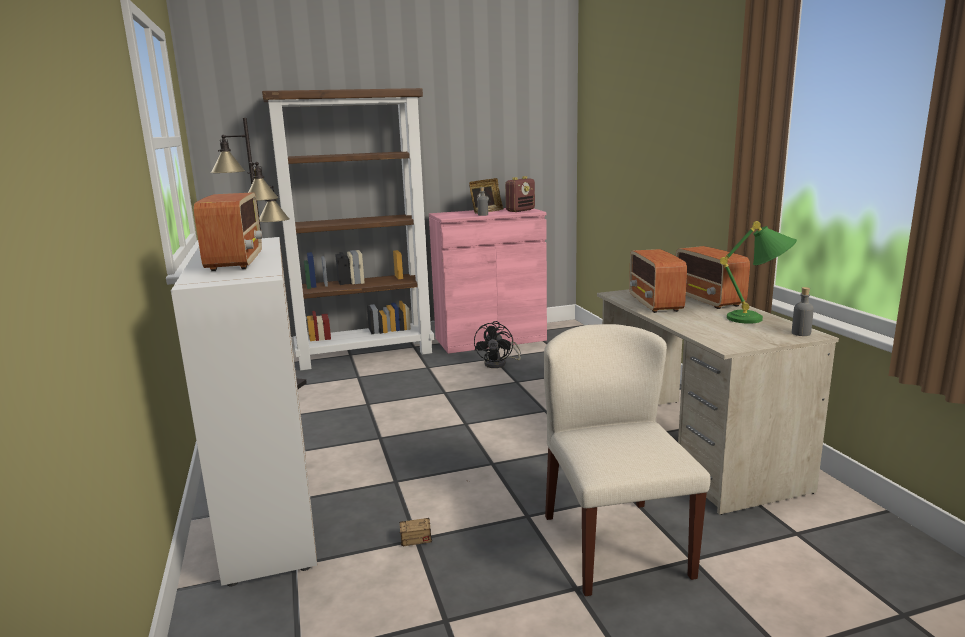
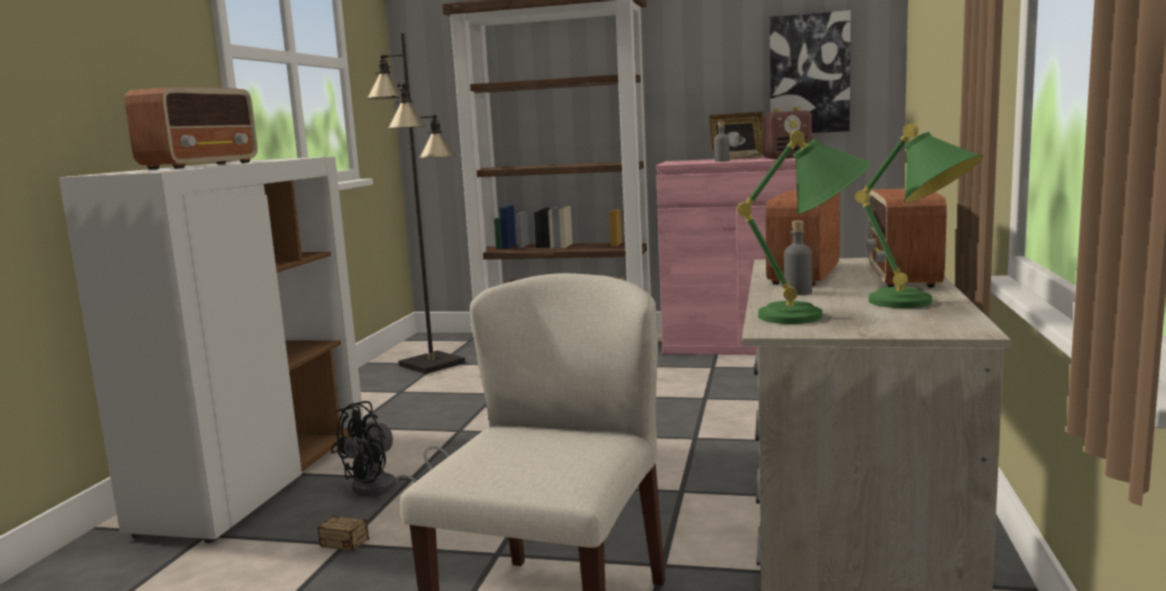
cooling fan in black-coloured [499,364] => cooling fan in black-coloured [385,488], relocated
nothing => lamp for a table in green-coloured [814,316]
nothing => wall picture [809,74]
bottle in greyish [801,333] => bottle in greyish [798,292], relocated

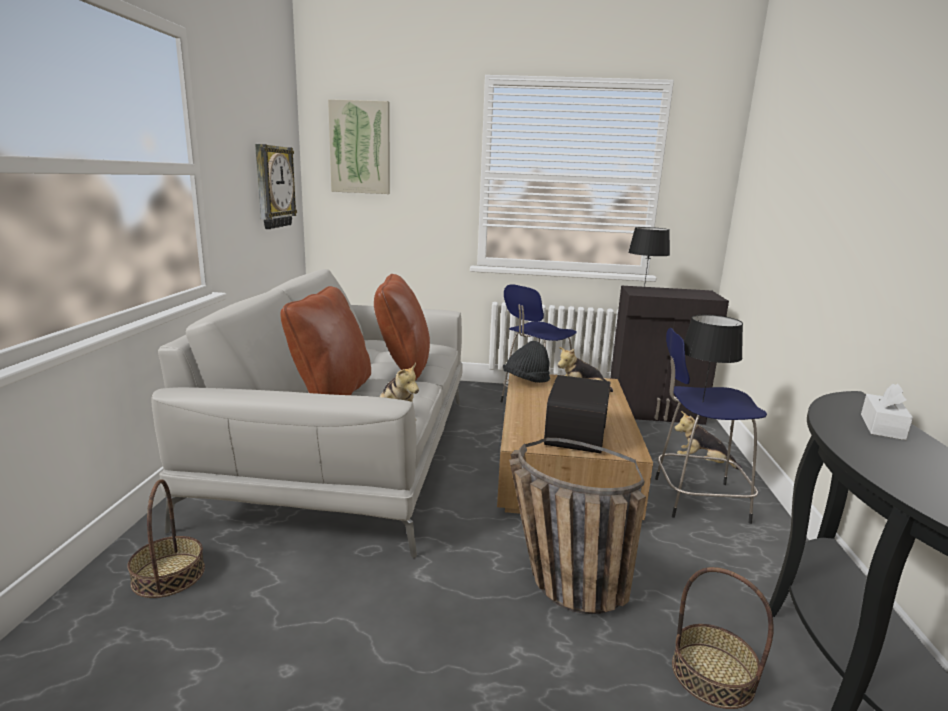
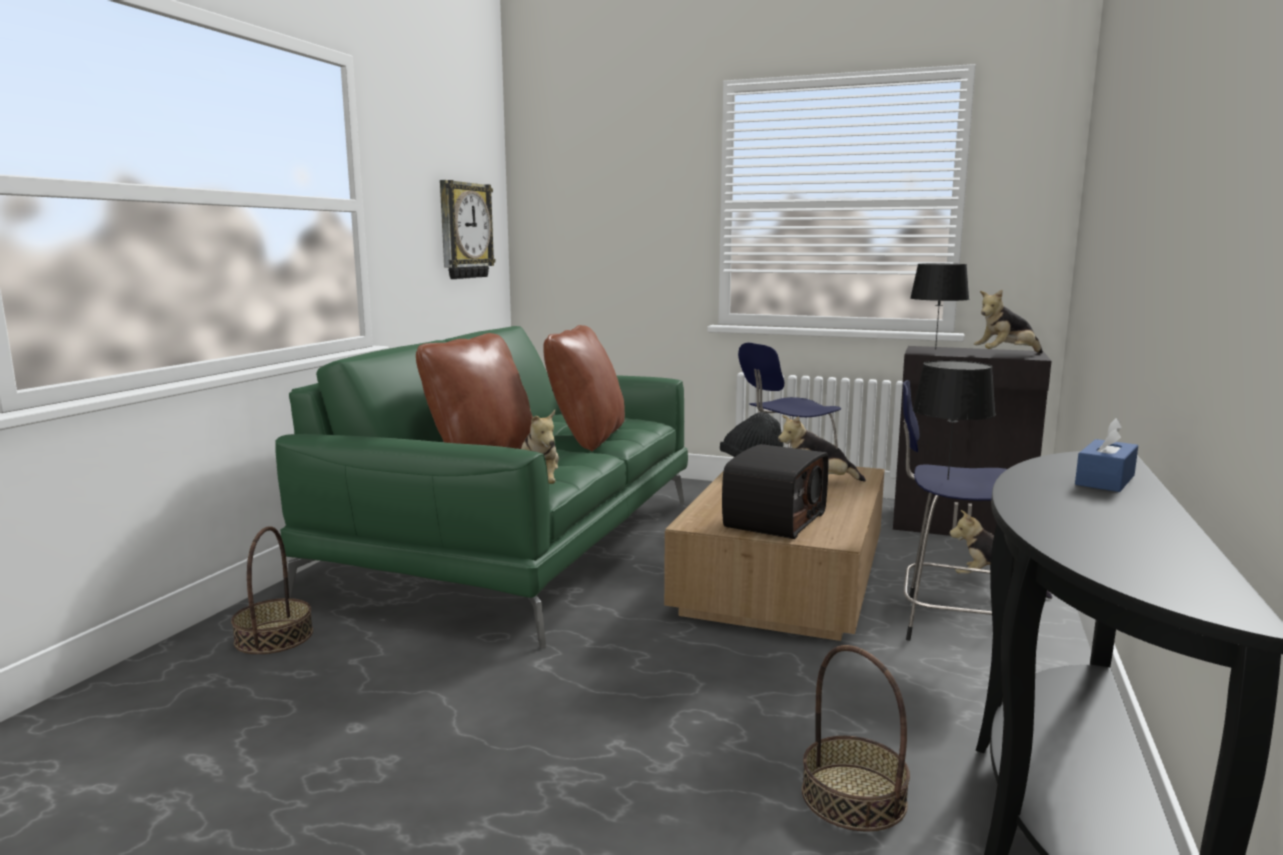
sofa in greyish [349,452] => sofa in green-coloured [519,544]
nothing => plush toy [1006,355]
tissue box in white [882,427] => tissue box in bluish [1105,480]
wall picture [360,147] => nothing
basket [557,583] => nothing

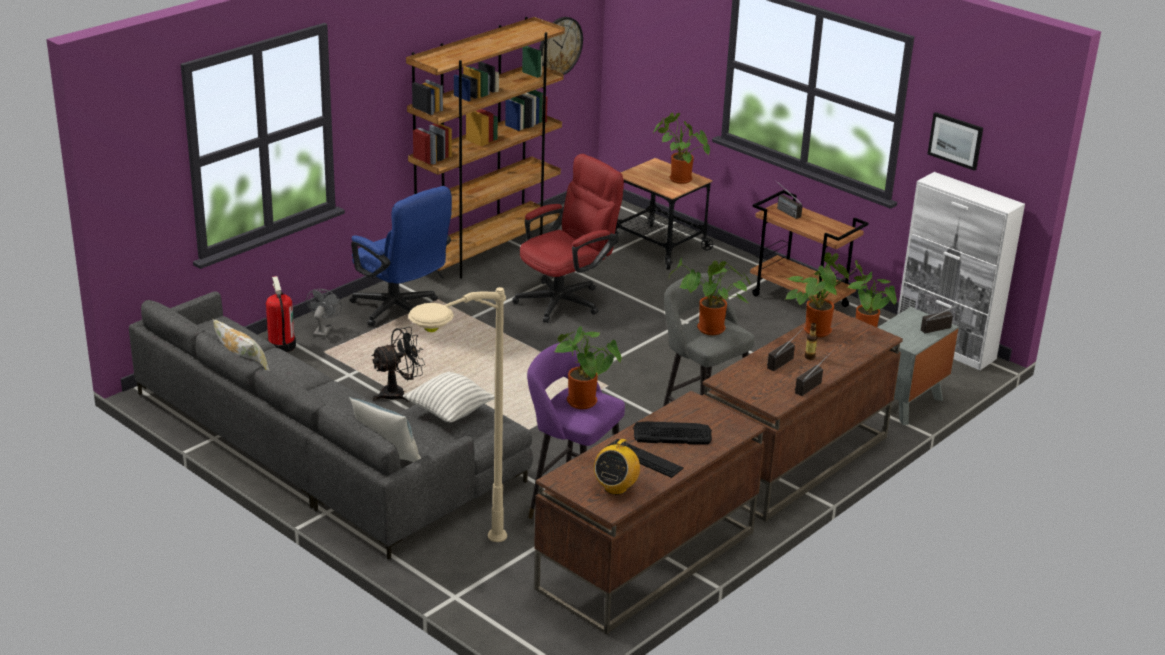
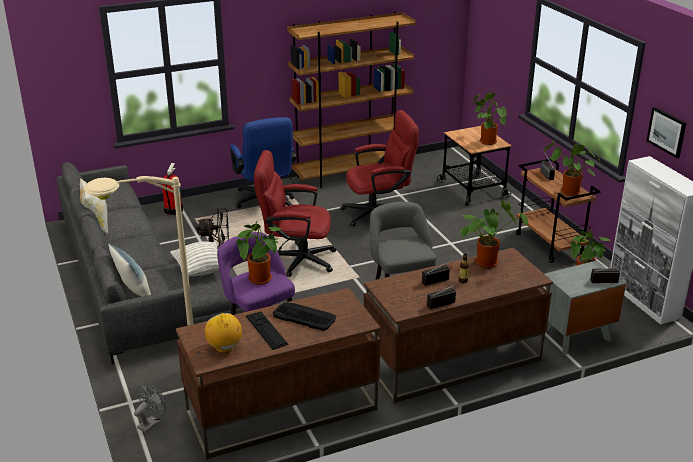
cooling fan in greyish [323,330] => cooling fan in greyish [151,423], relocated
radio [615,488] => radio [225,347], 105 degrees clockwise
nothing => office chair in reddish [295,259]
houseplant [708,330] => houseplant [568,192], relocated
clock on the wall [560,46] => nothing

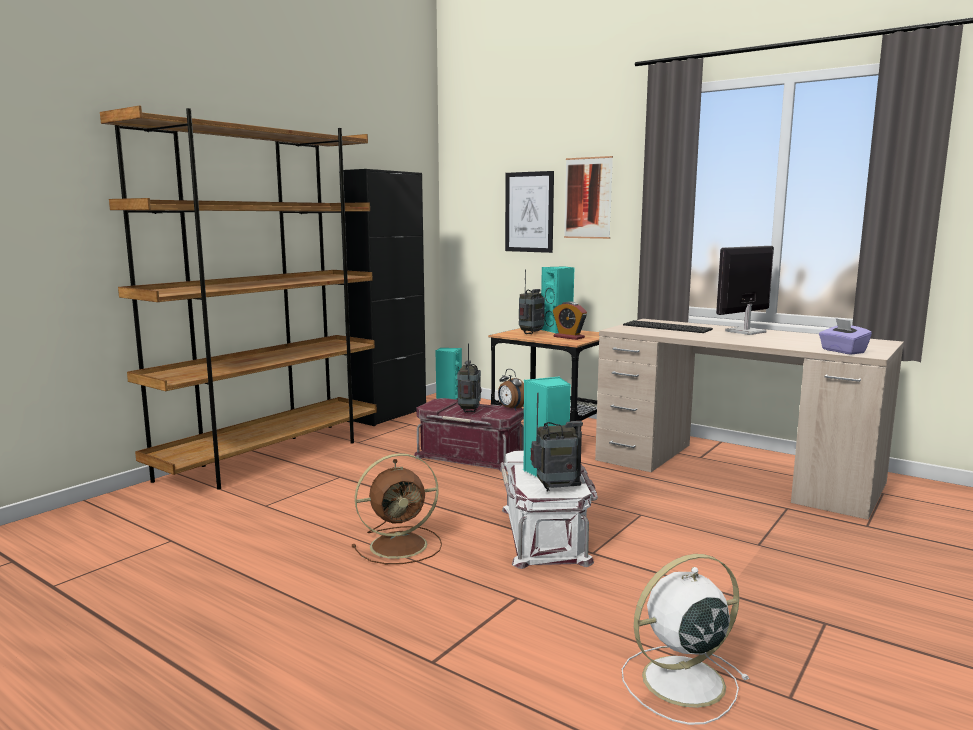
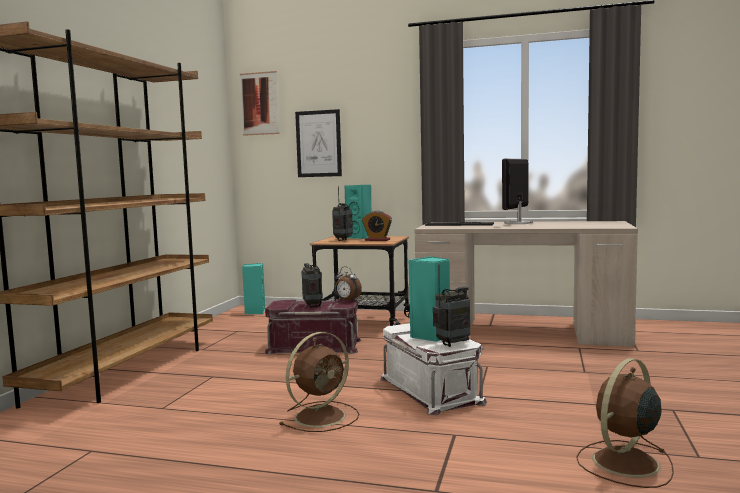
wall picture [588,198] => wall picture [259,103], relocated
cooling fan in white [680,682] => cooling fan in brownish [624,463]
cupboard in black-coloured [388,414] => nothing
tissue box in purple-coloured [842,351] => nothing

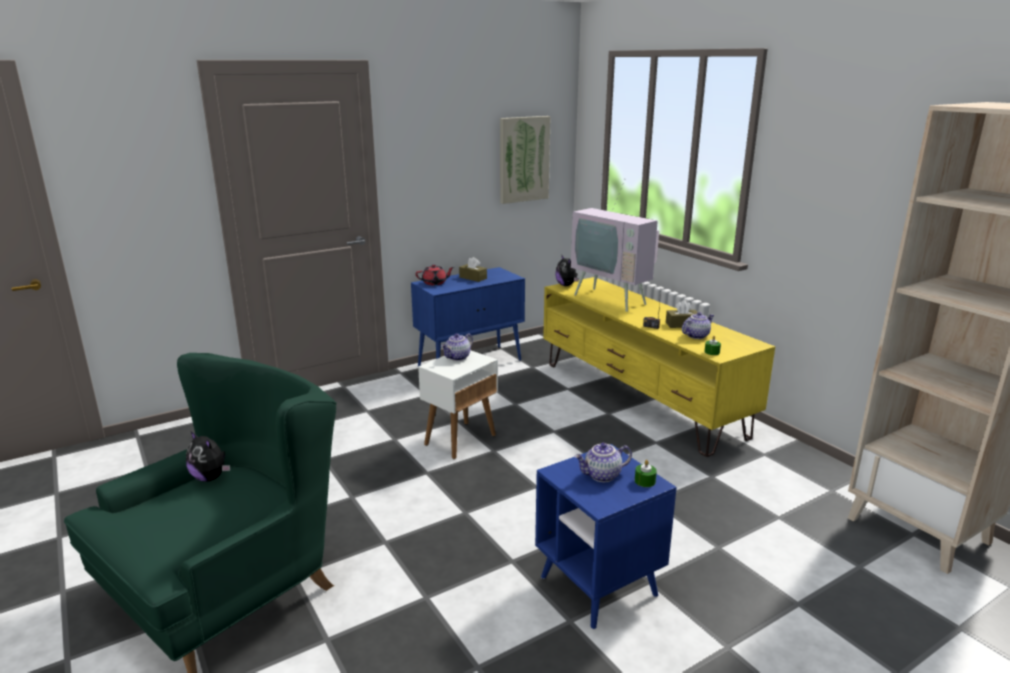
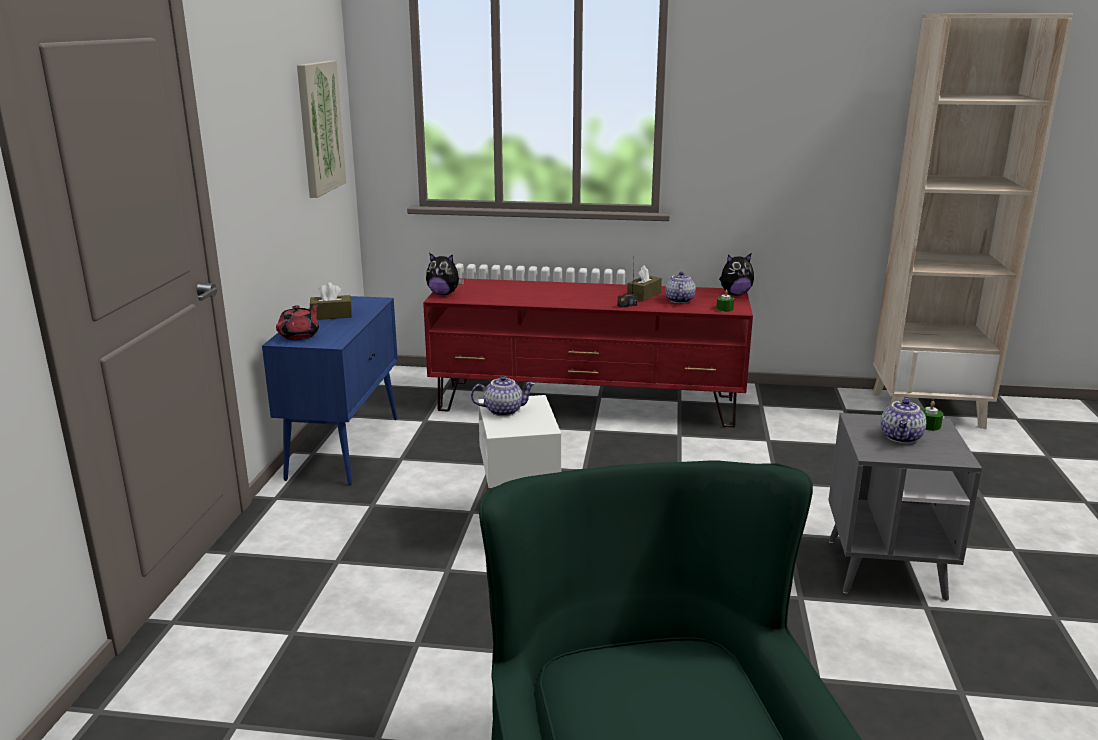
tv stand in yellowish [640,398] => tv stand in reddish [588,404]
teapot [458,357] => teapot [503,410], 90 degrees counterclockwise
plush toy [210,477] => plush toy [735,294], relocated
end table in bluish [598,586] => end table in greyish [885,569]
television [614,298] => nothing

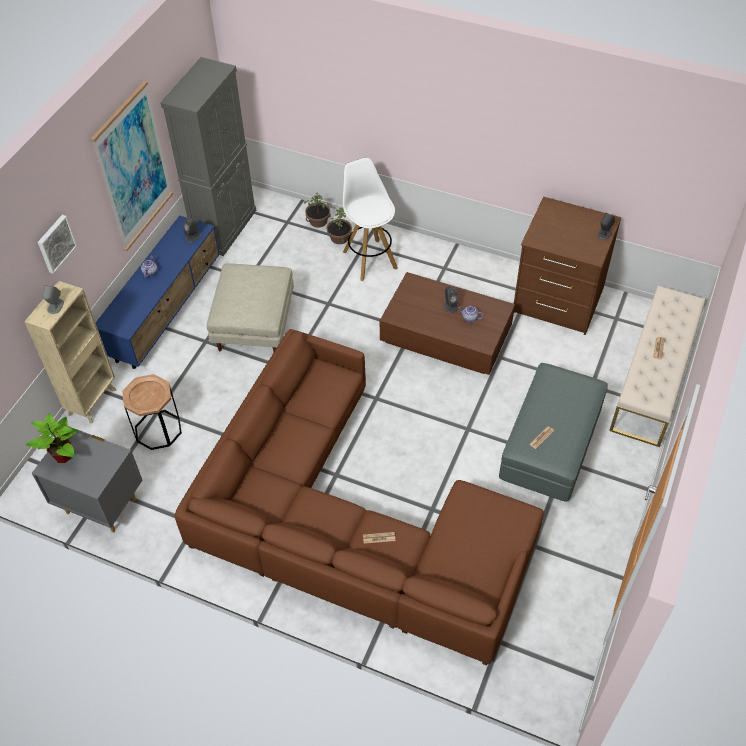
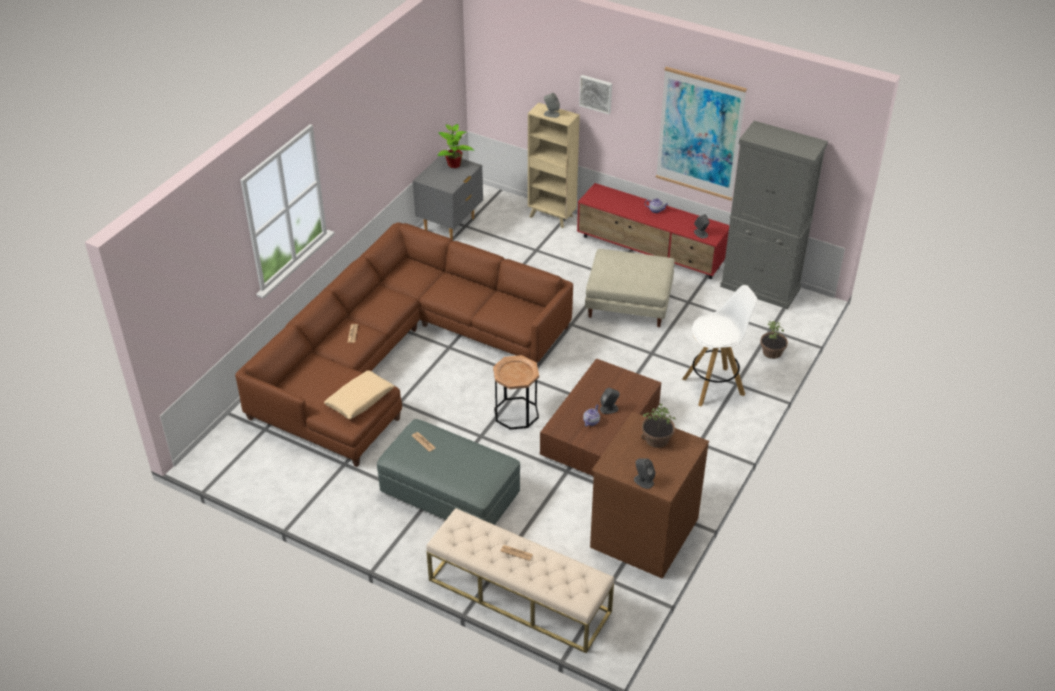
nothing => cushion in beige [360,400]
end table in brownish [158,430] => end table in brownish [516,413], relocated
tv stand in bluish [166,309] => tv stand in reddish [651,253]
houseplant [339,238] => houseplant [657,439], relocated

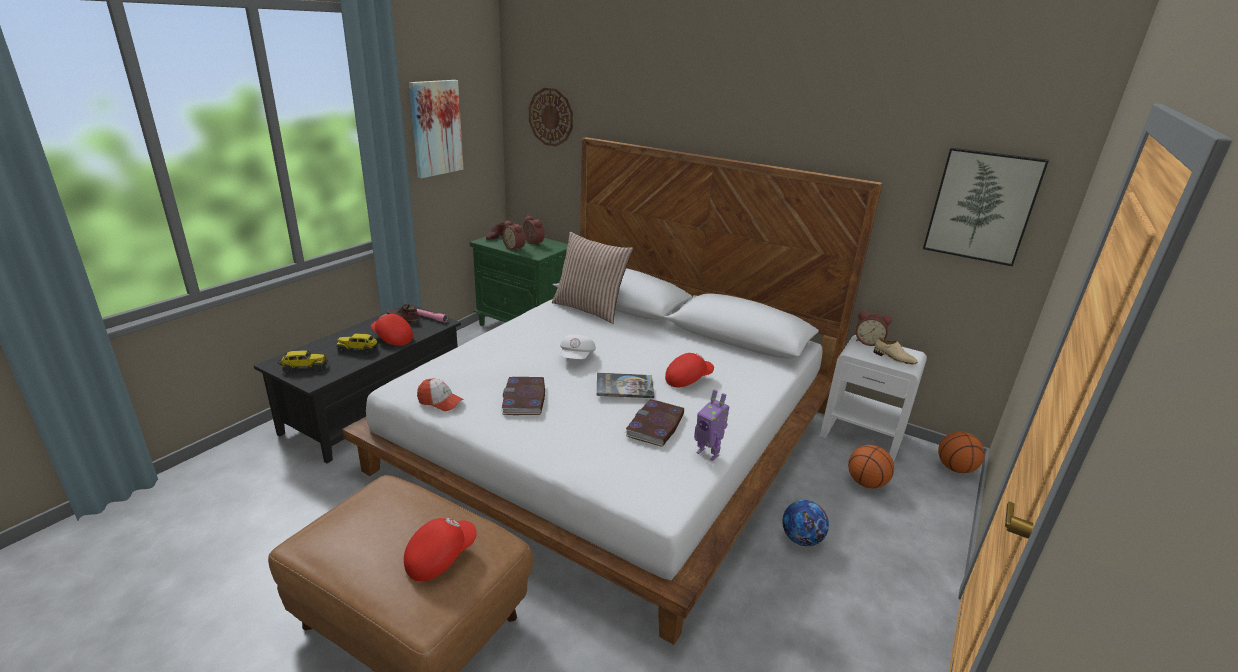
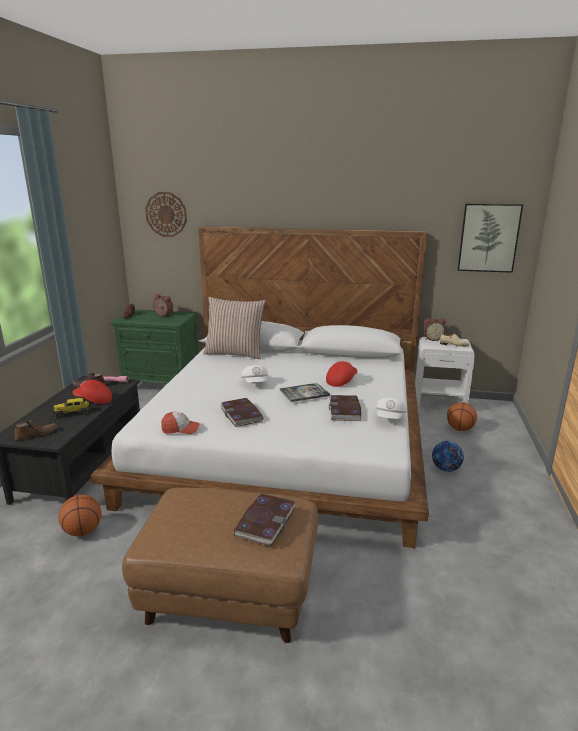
toy truck [304,368] => shoe in brownish [36,434]
ball for basketball [955,468] => ball for basketball [82,531], relocated
baseball cap in reddish [440,557] => book [265,521]
robot figure [708,453] => baseball cap in white [390,418]
wall picture [436,128] => nothing
alarm clock [515,248] => nothing

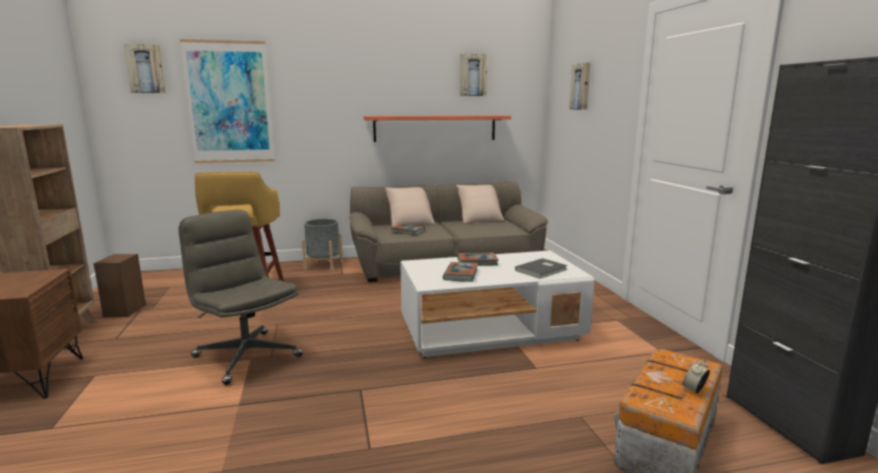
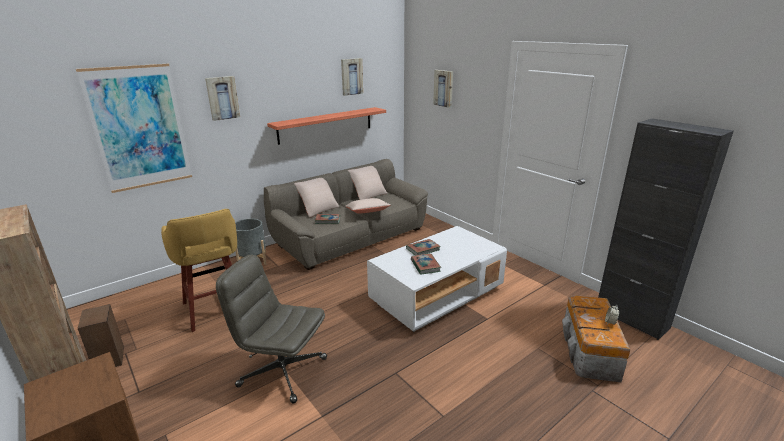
wall picture [145,69] => wall picture [222,98], relocated
nothing => cushion in beige [367,212]
book in greyish [542,270] => nothing

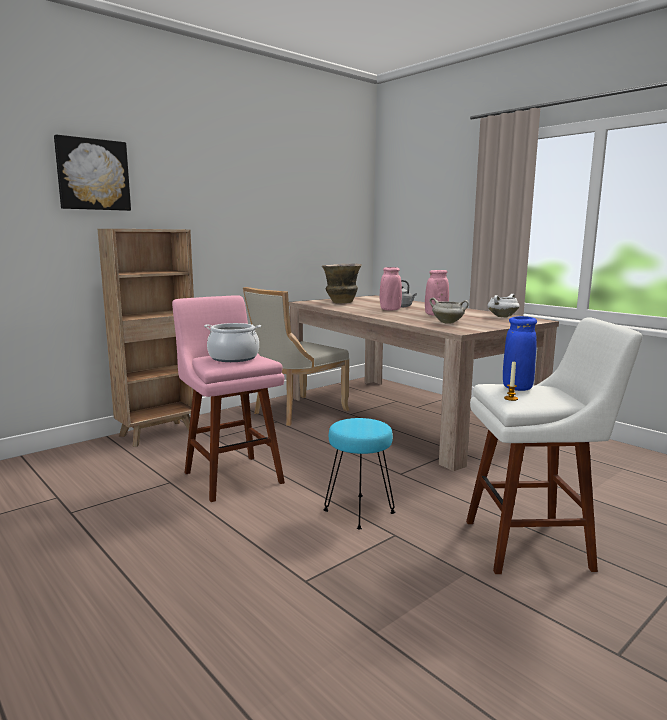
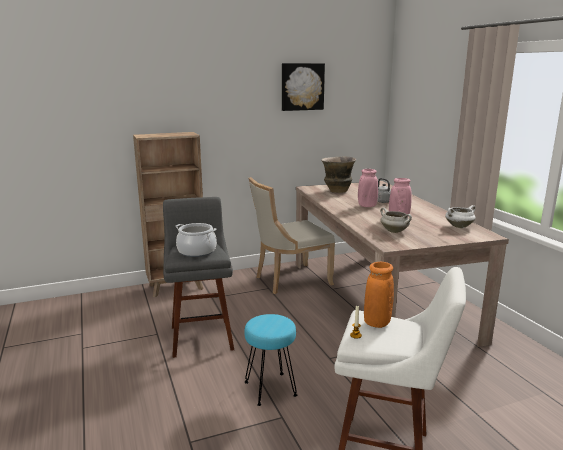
sitting stool in pink [231,475] => sitting stool in greyish [201,335]
wall picture [92,175] => wall picture [302,86], relocated
flower vase in bluish [517,388] => flower vase in orangey [377,323]

